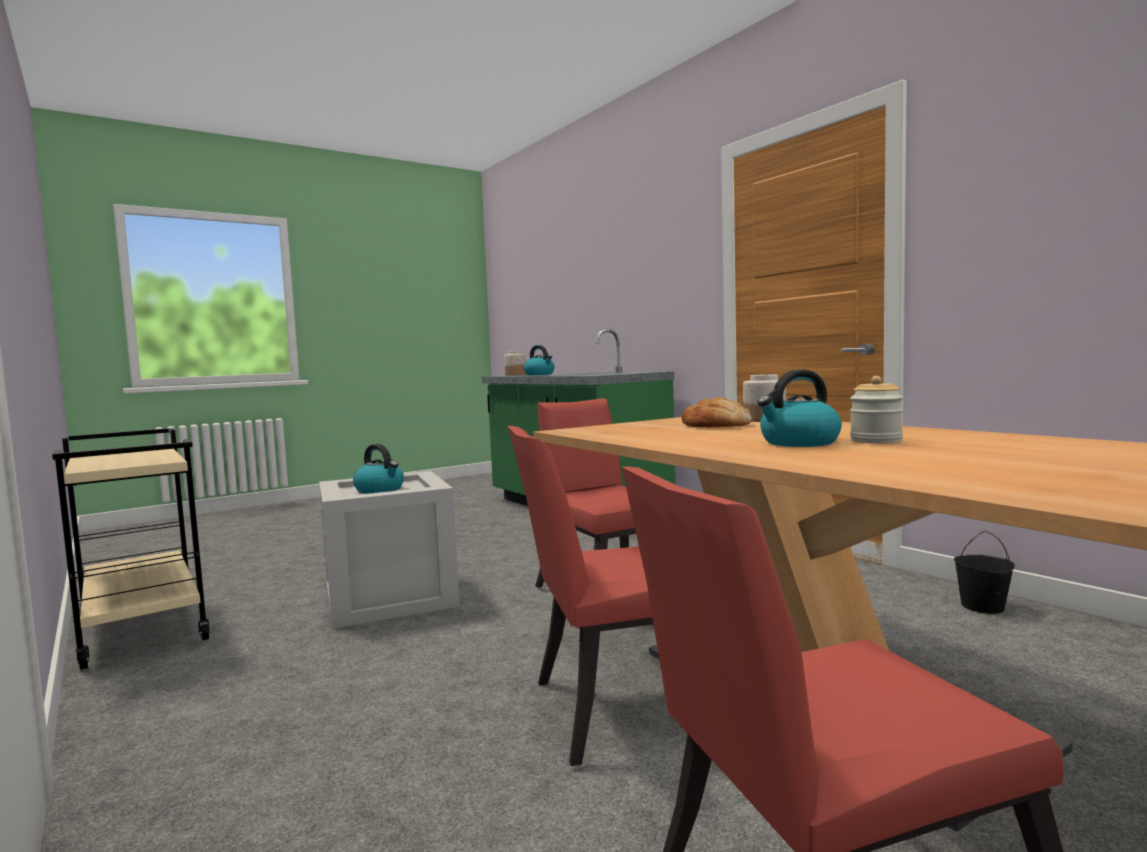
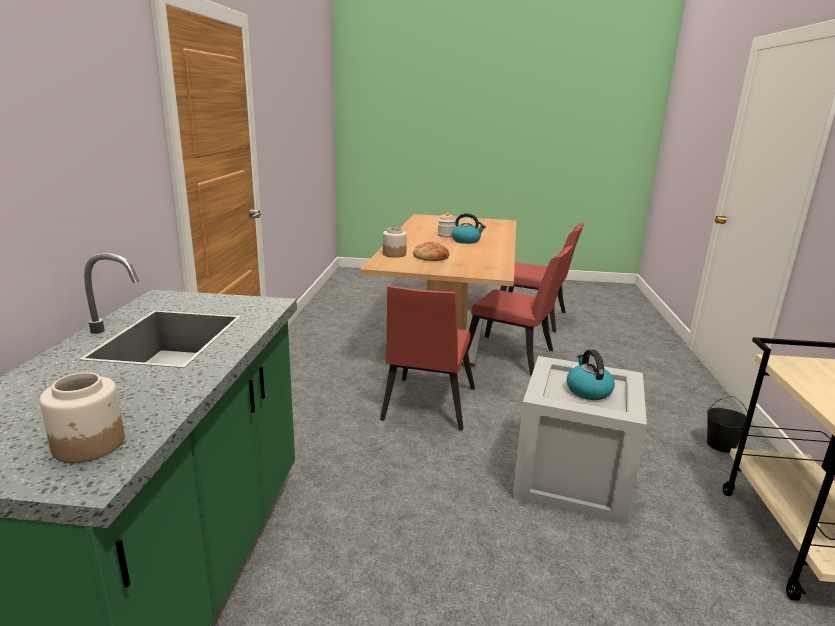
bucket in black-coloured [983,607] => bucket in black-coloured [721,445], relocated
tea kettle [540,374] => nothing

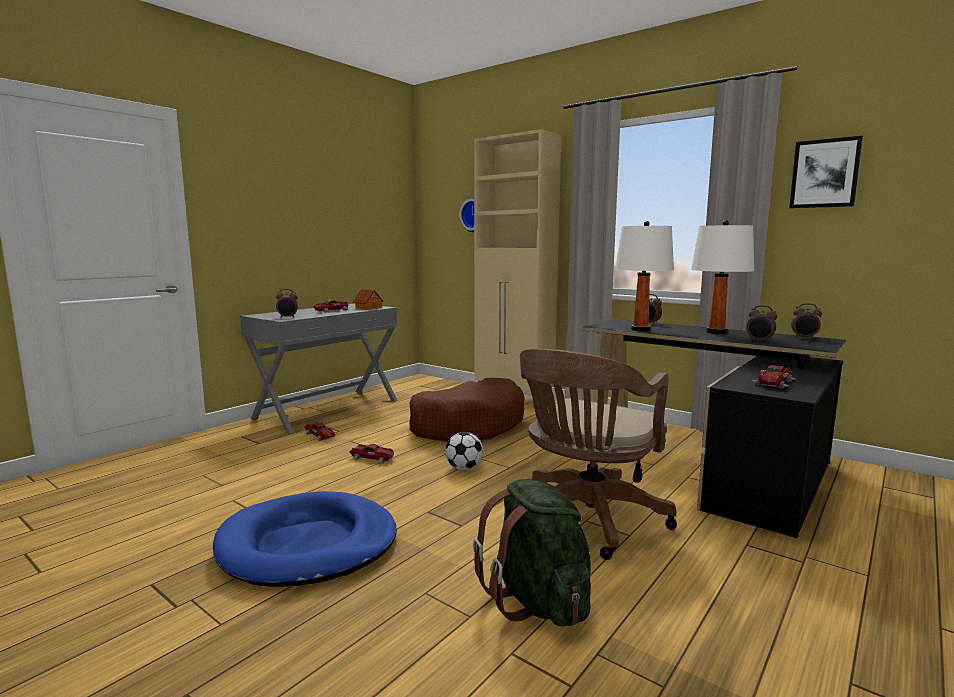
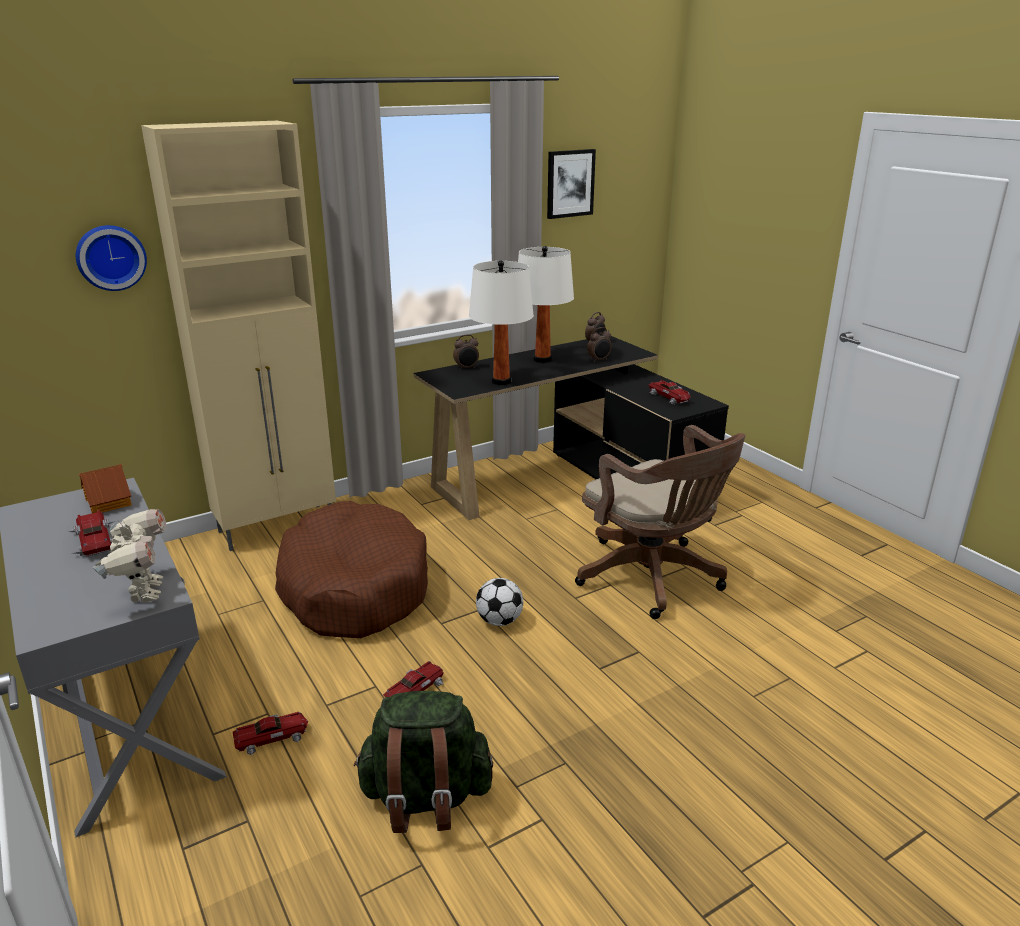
alarm clock [287,317] => robot figure [143,592]
backpack in green-coloured [538,600] => backpack in green-coloured [426,798], relocated
pet bed in bluish [308,544] => nothing

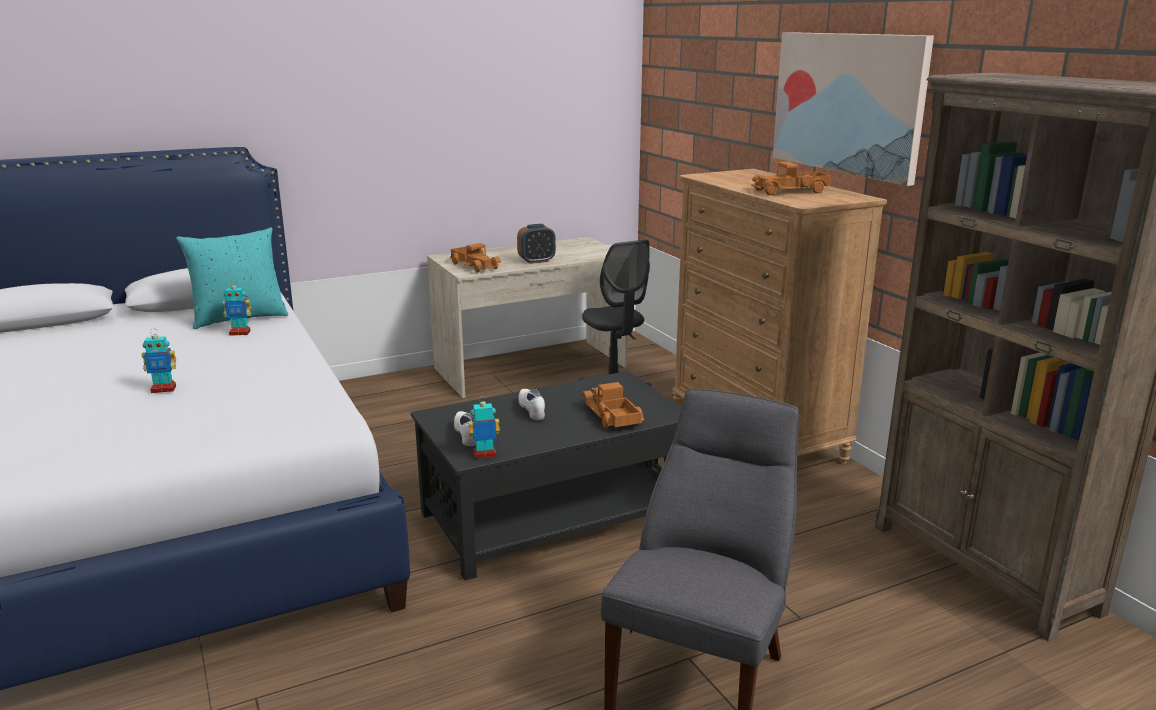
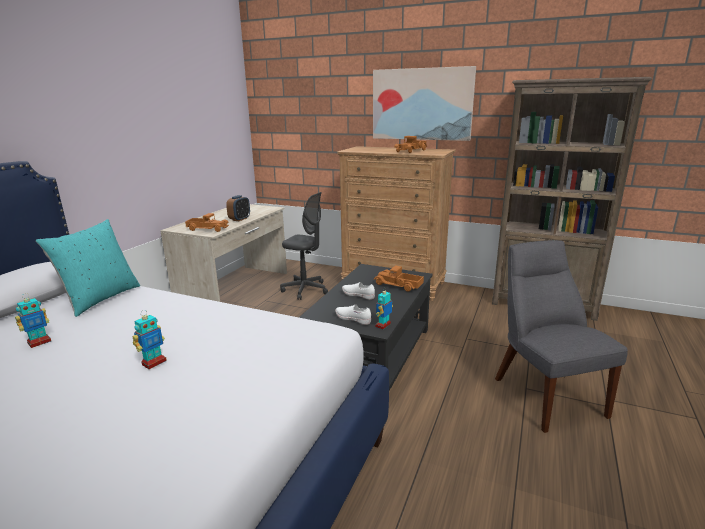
robot figure [240,333] => robot figure [39,342], relocated

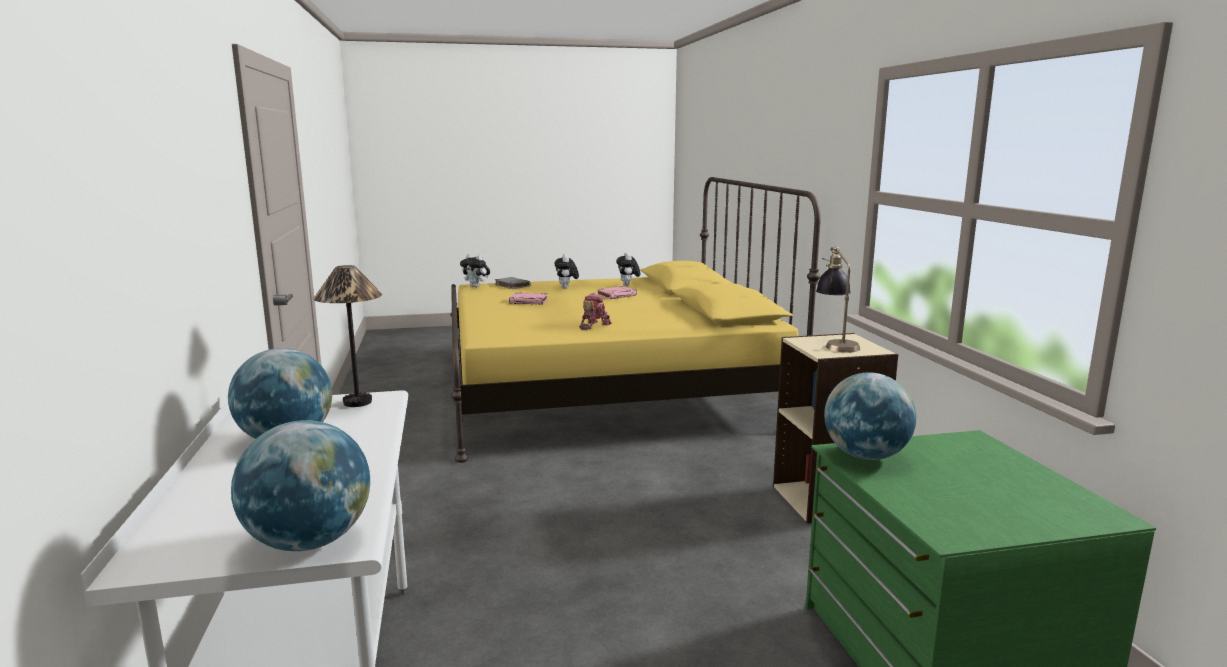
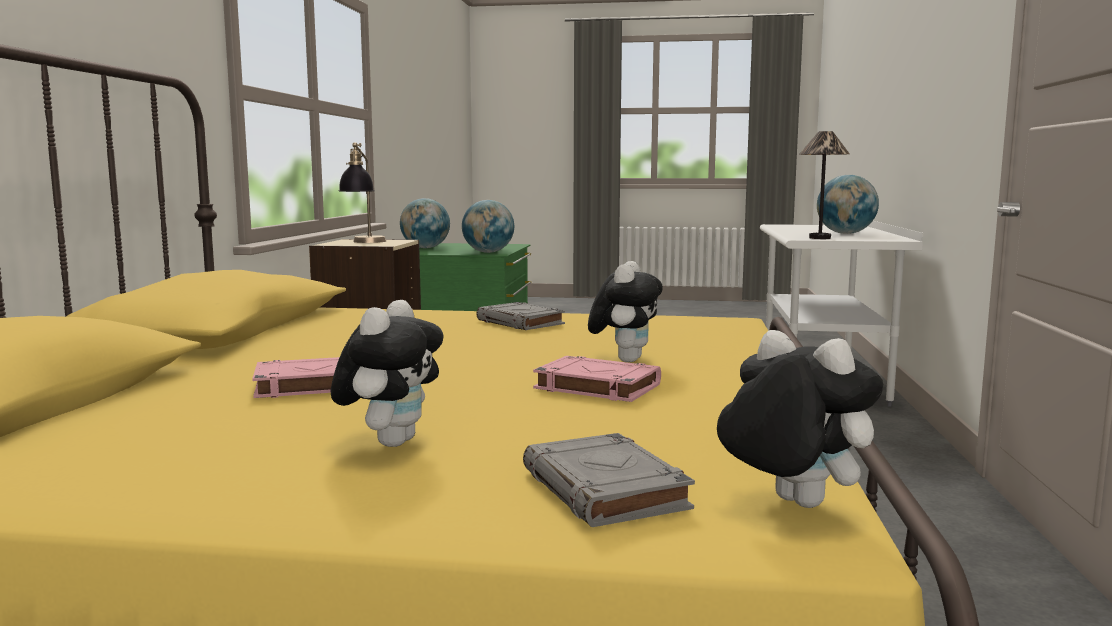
desk globe [310,542] => desk globe [425,248], relocated
robot figure [593,325] => book in greyish [521,322]
plush toy [628,285] => plush toy [625,360], relocated

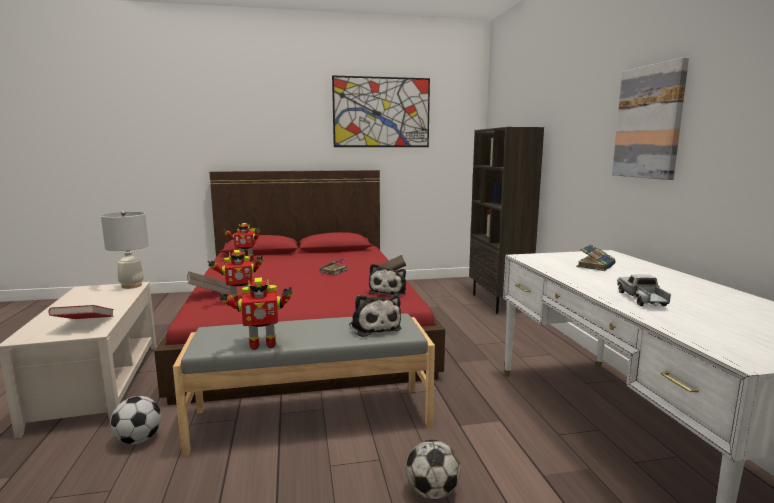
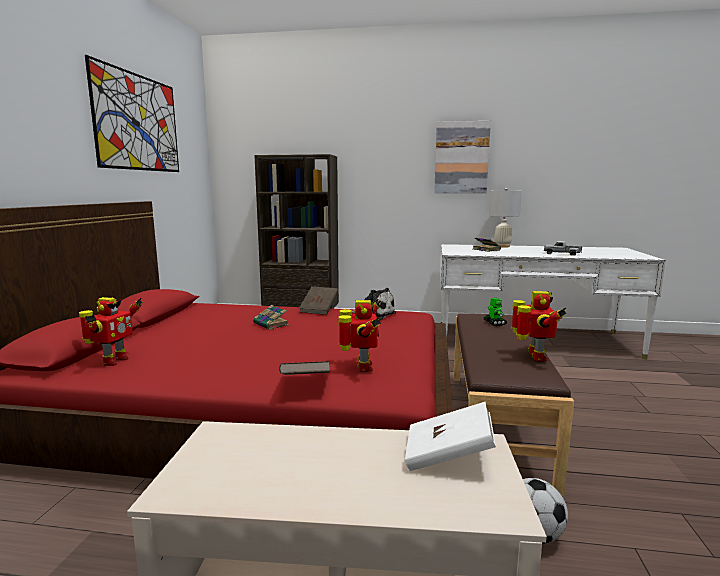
book in reddish [84,325] => book in white [448,456]
bench in greyish [311,417] => bench in brownish [493,424]
plush toy [374,327] => robot figure [494,323]
lamp for a table in white [132,286] => lamp for a table in white [502,246], relocated
football ball [432,492] => nothing

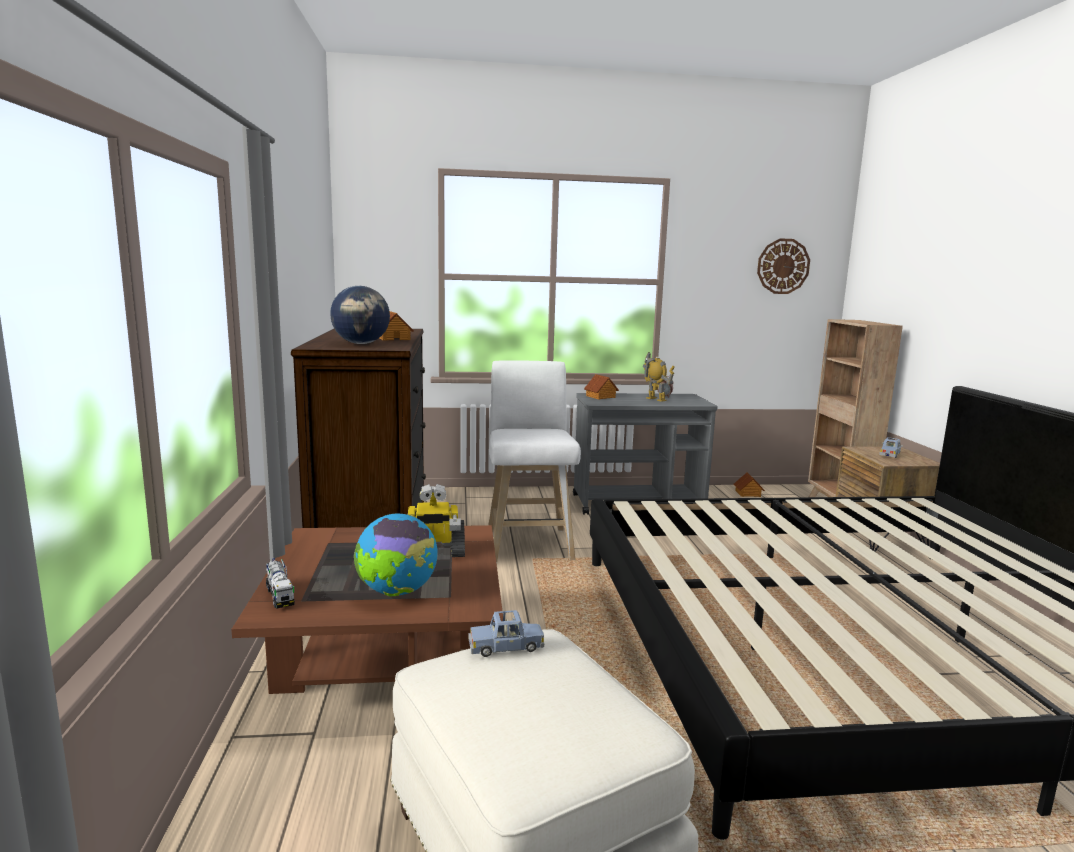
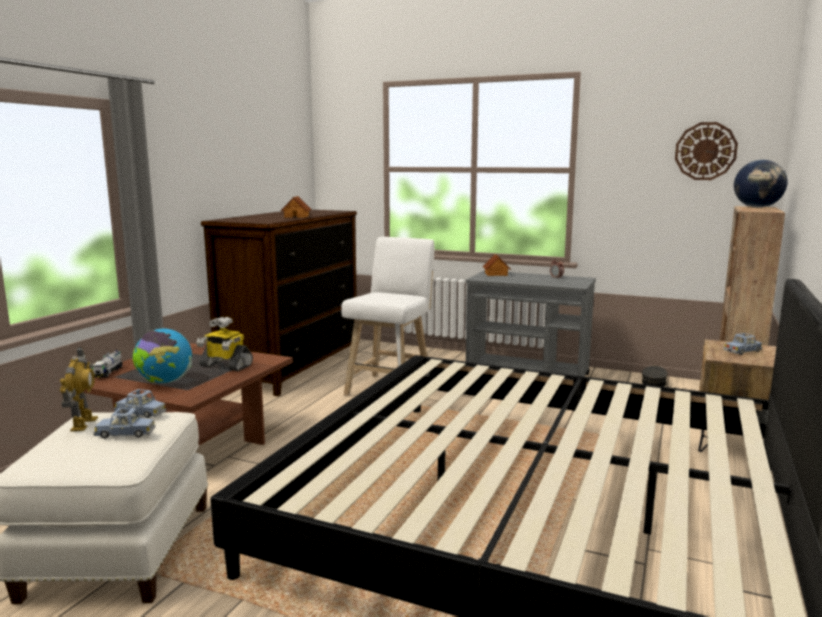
robot figure [656,399] => robot figure [83,424], relocated
nothing => model car in bluish [125,433]
miniature house [748,493] => baseball cap in greyish [654,383]
desk globe [361,343] => desk globe [757,207], relocated

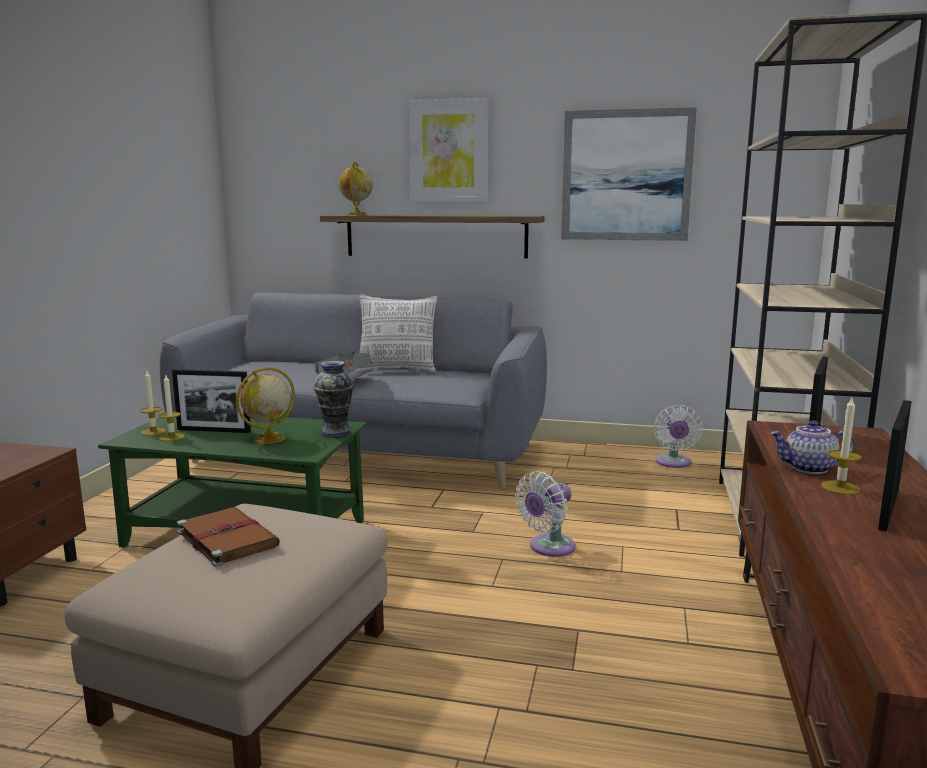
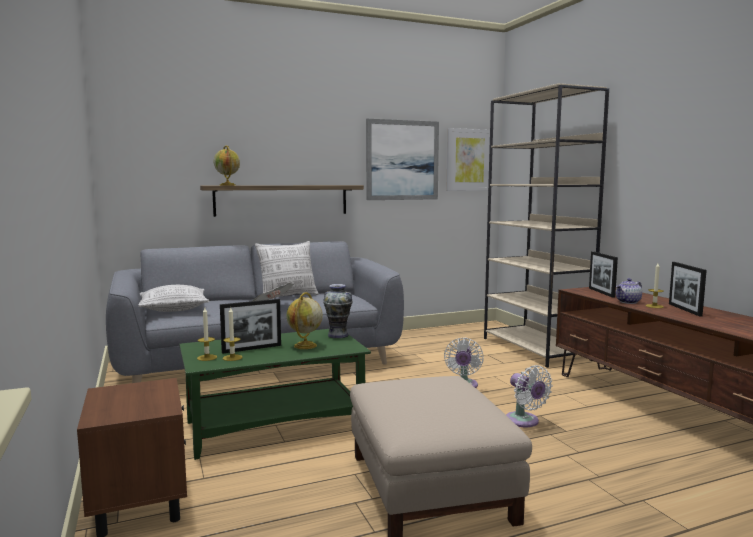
nothing => cushion [174,309]
wall picture [449,151] => wall picture [468,160], relocated
cooling fan in white [673,463] => cooling fan in white [524,422], relocated
book in brownish [226,538] => nothing

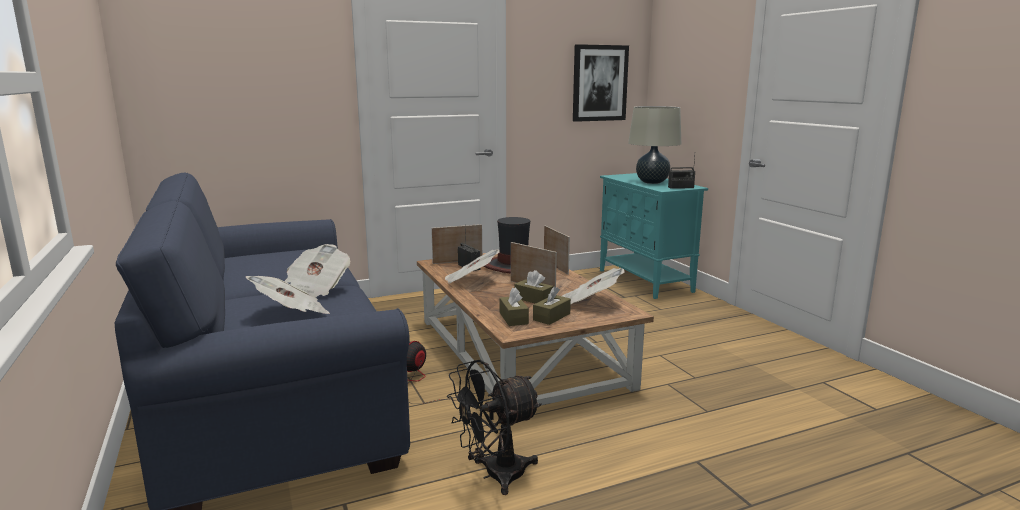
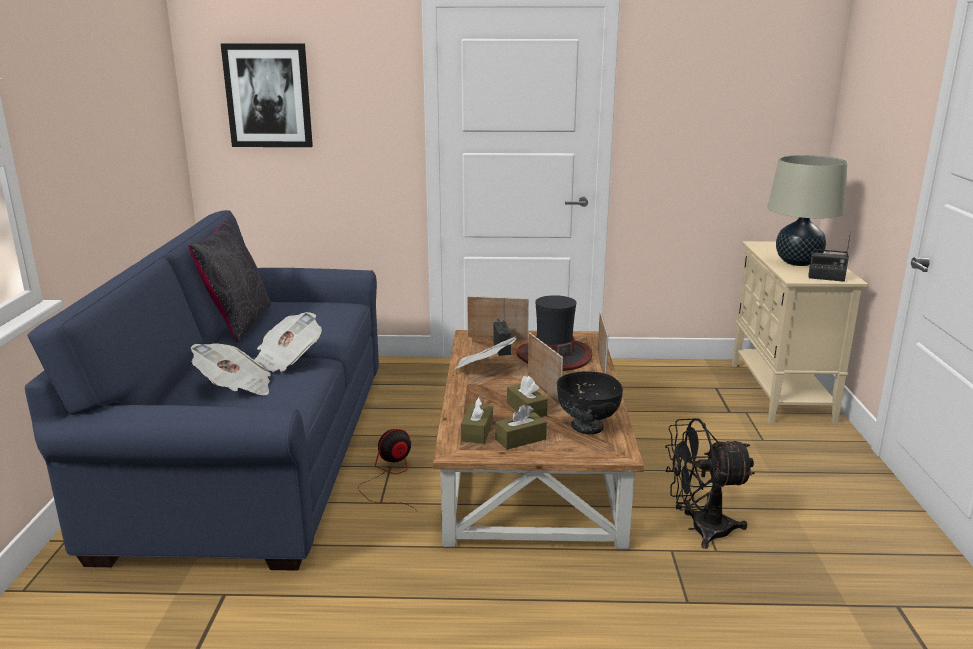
nothing => cushion in black-coloured [238,322]
wall picture [599,83] => wall picture [268,95], relocated
newspaper [590,302] => deep dish in black-coloured [587,427]
cooling fan in black-coloured [495,475] => cooling fan in black-coloured [700,529], relocated
cupboard in blue-green [645,281] => cupboard in beige [781,393]

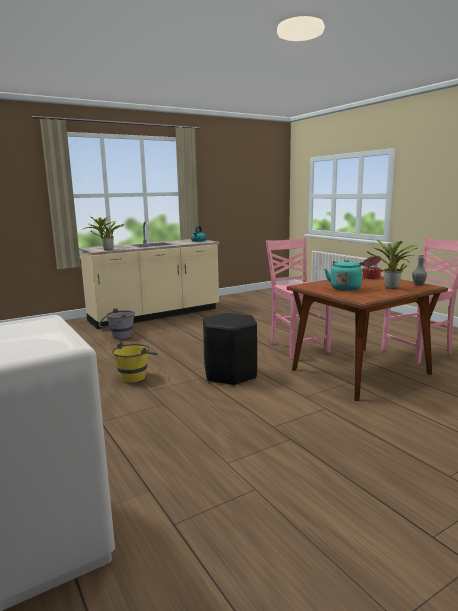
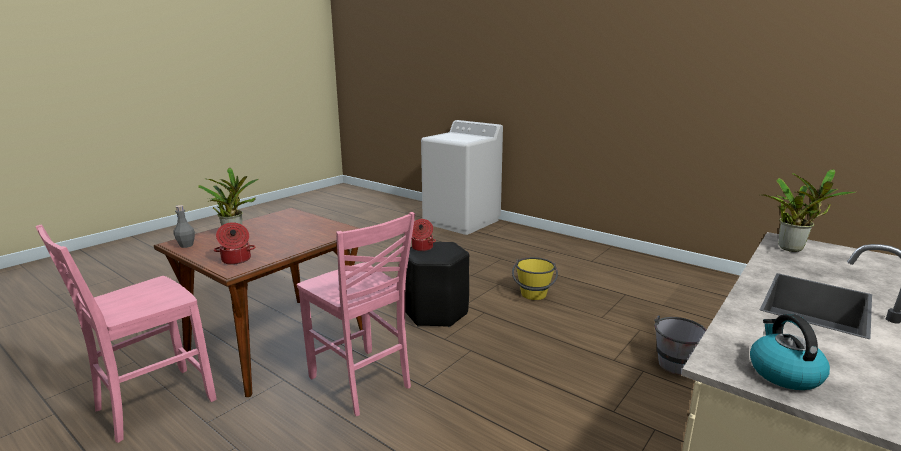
nothing => saucepot [422,248]
tea kettle in blue-green [345,288] => nothing

